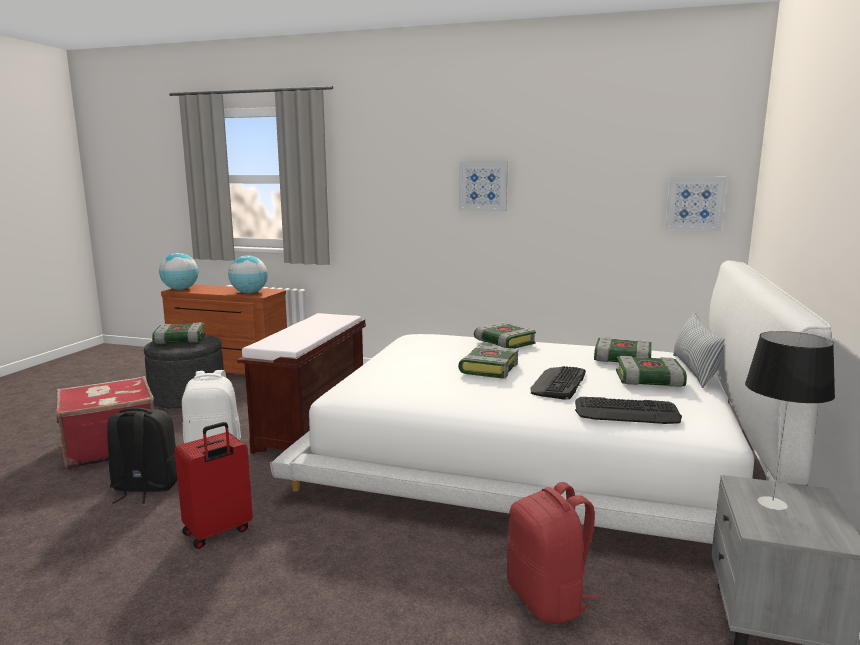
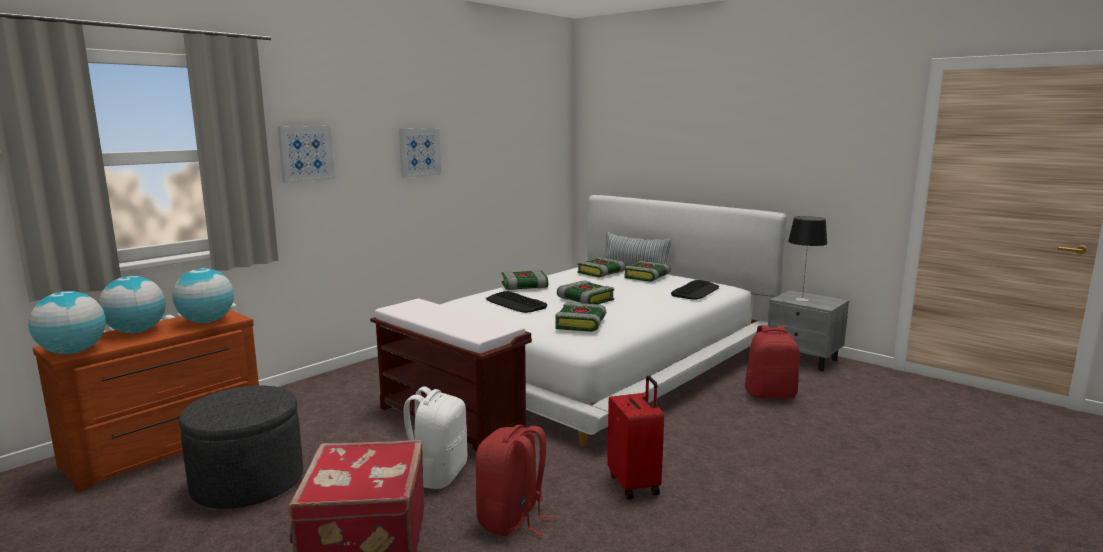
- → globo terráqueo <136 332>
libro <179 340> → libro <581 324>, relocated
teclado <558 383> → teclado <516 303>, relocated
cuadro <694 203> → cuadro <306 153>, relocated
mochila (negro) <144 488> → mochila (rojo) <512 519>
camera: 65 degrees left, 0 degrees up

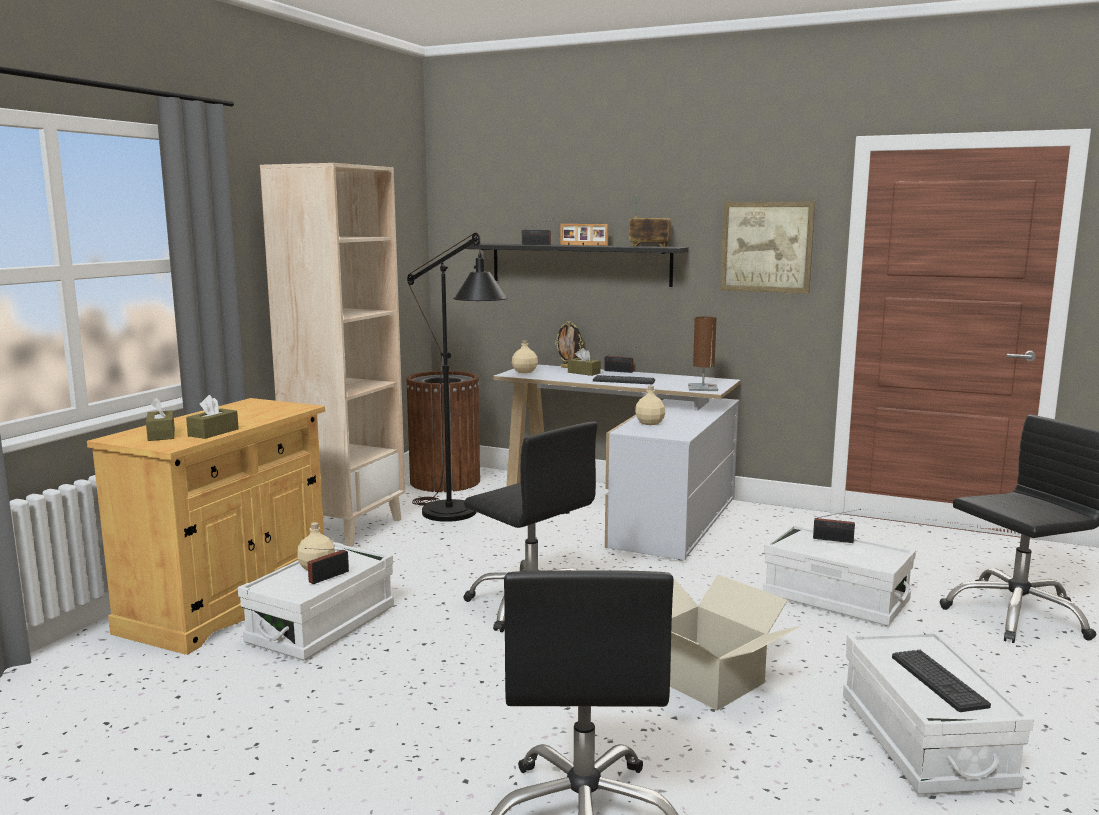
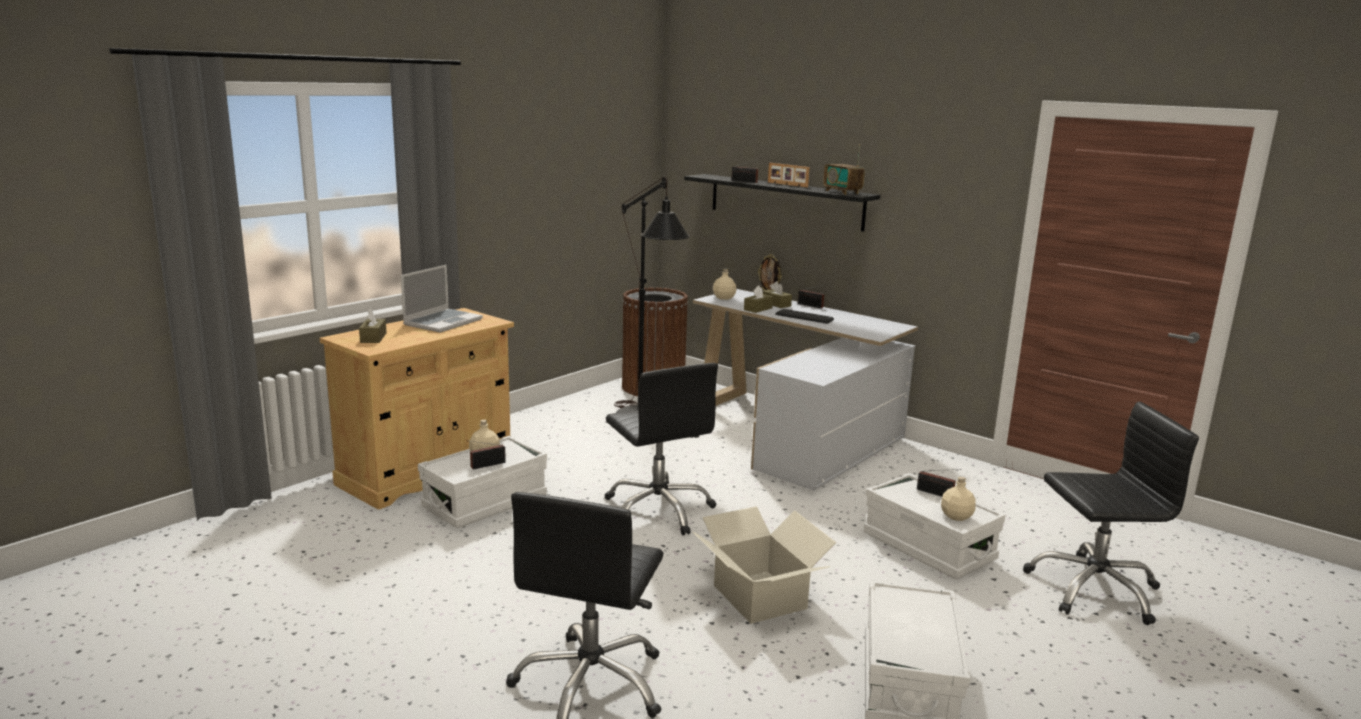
estantería (beis) <347 527> → -
lámpara de mesa (marrón) <702 388> → -
cuadro <766 247> → -
teclado <938 681> → -
- → portátil <443 322>
caja de pañuelos (marrón) <213 432> → caja de pañuelos (marrón) <758 309>, relocated
botella (beis) <650 423> → botella (beis) <957 516>, relocated
radio <649 246> → radio <842 192>, 150 degrees counterclockwise
camera: 15 degrees right, 5 degrees up

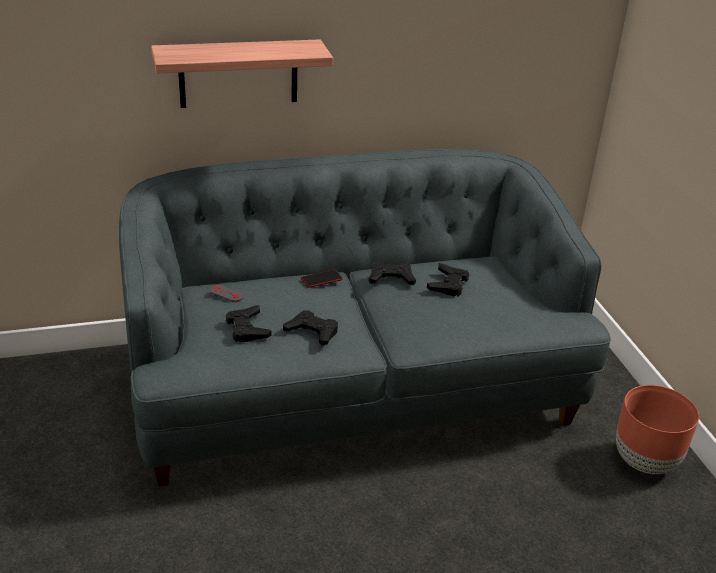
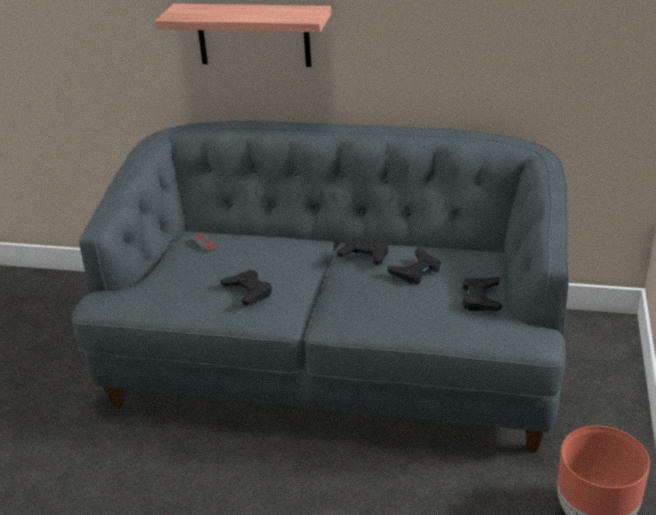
móvil <321 279> → -
mando de consola (negro) <247 329> → mando de consola (negro) <481 298>, relocated
camera: 30 degrees right, 0 degrees up

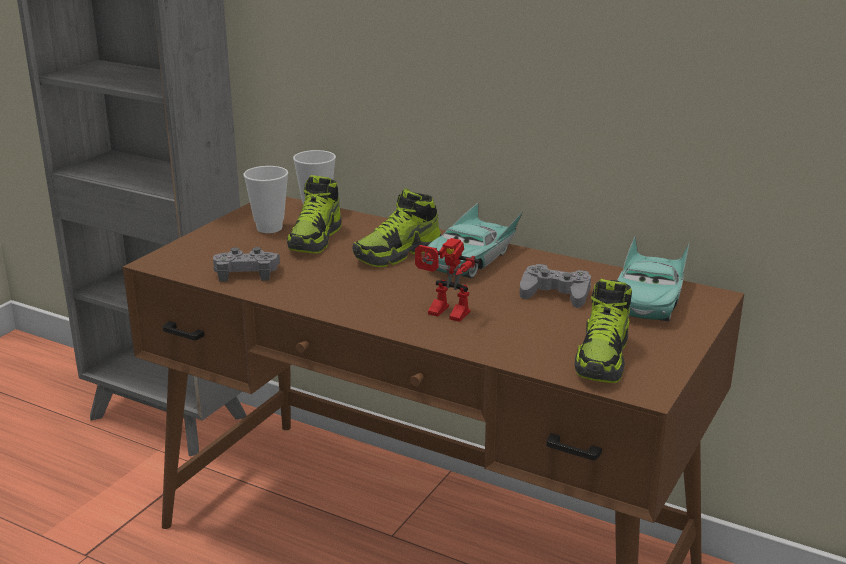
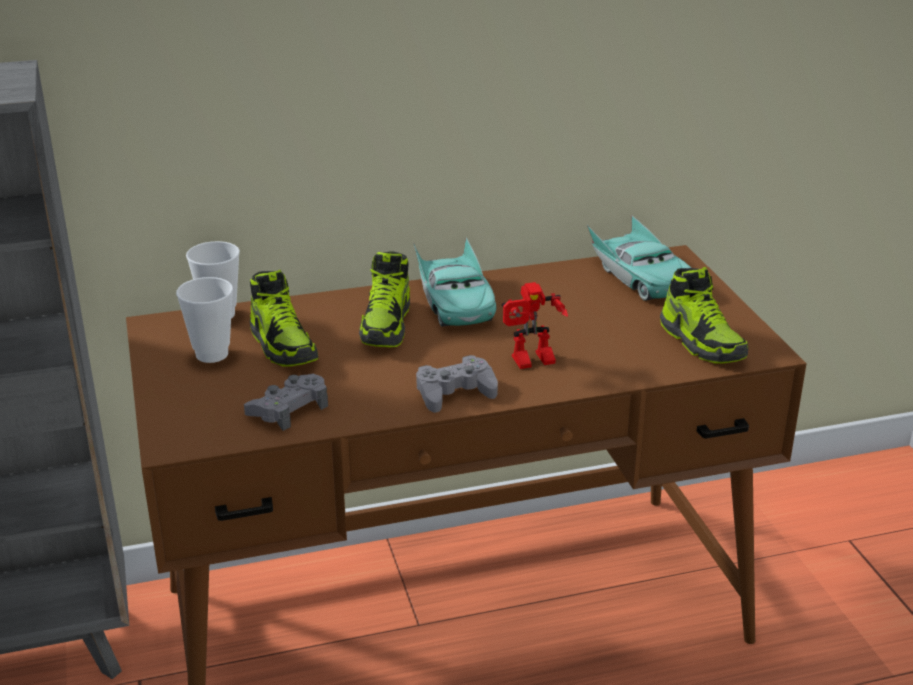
mando de consola (gris) <555 294> → mando de consola (gris) <455 392>, relocated
camera: 45 degrees left, 5 degrees up

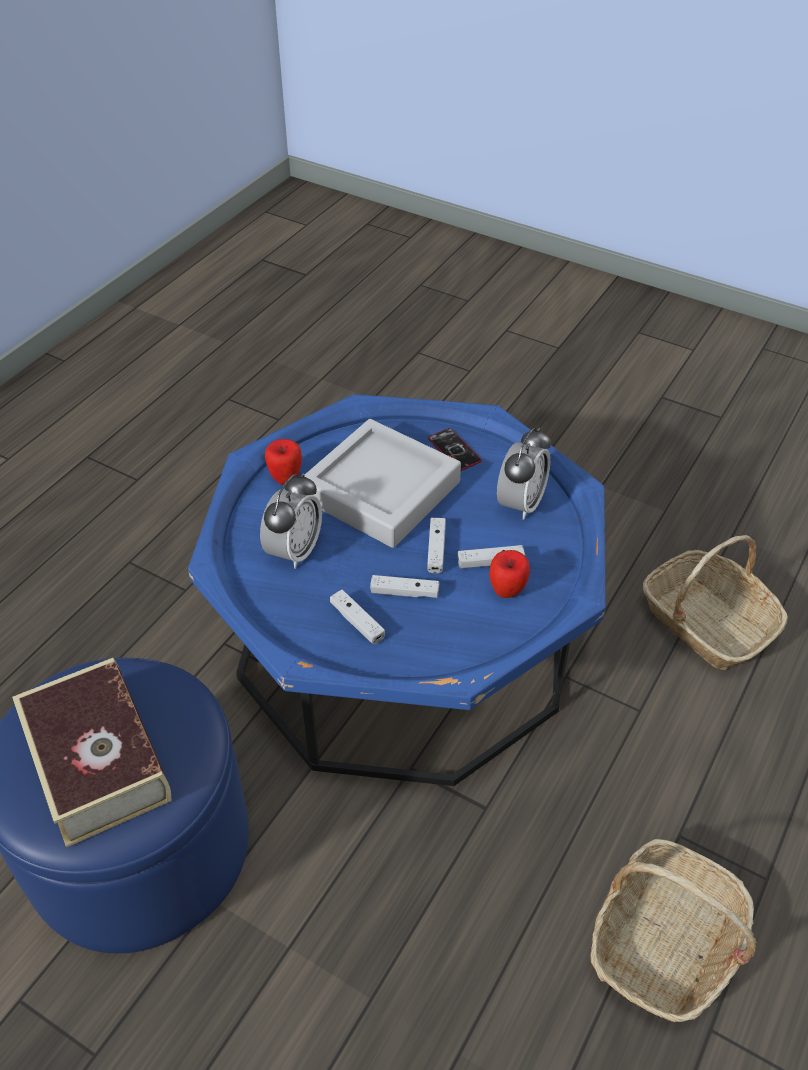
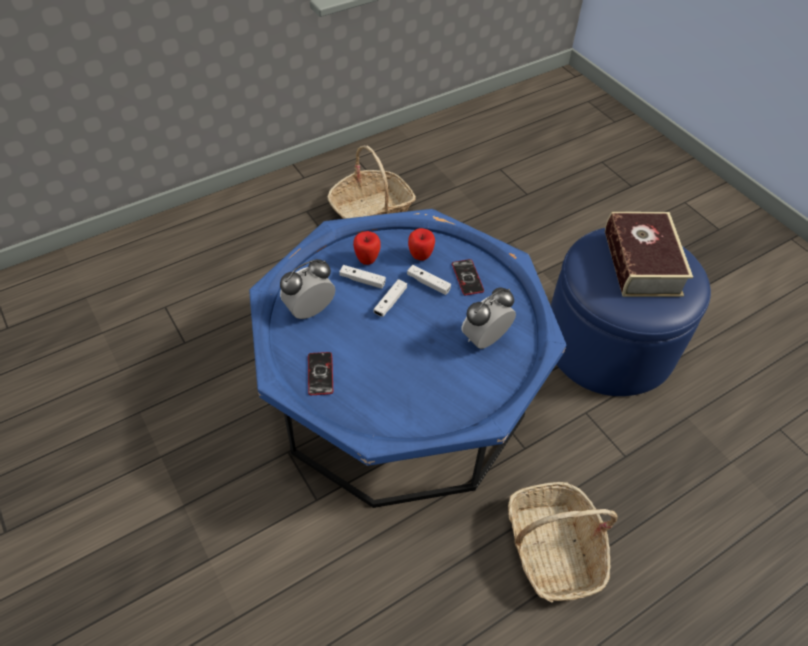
bandeja (gris) <381 491> → -
manzana <285 478> → manzana <420 257>, relocated
cesta <706 622> → cesta <553 548>, relocated
mando de consola (blanco) <357 622> → móvil <467 278>
camera: 155 degrees left, 5 degrees up

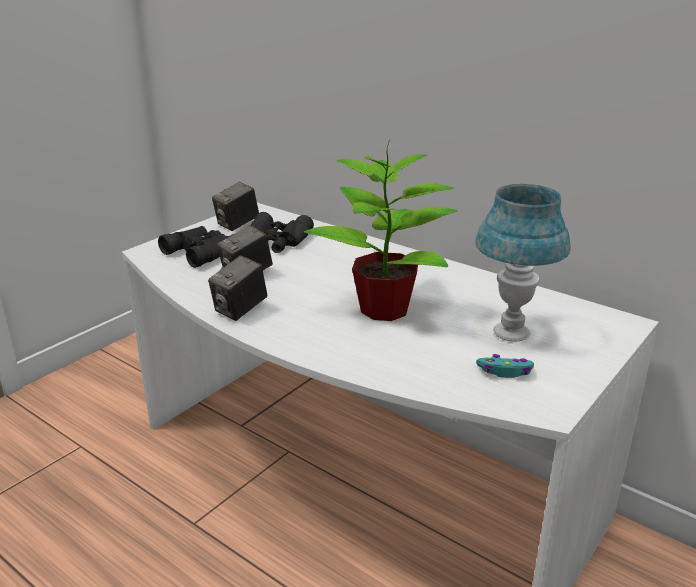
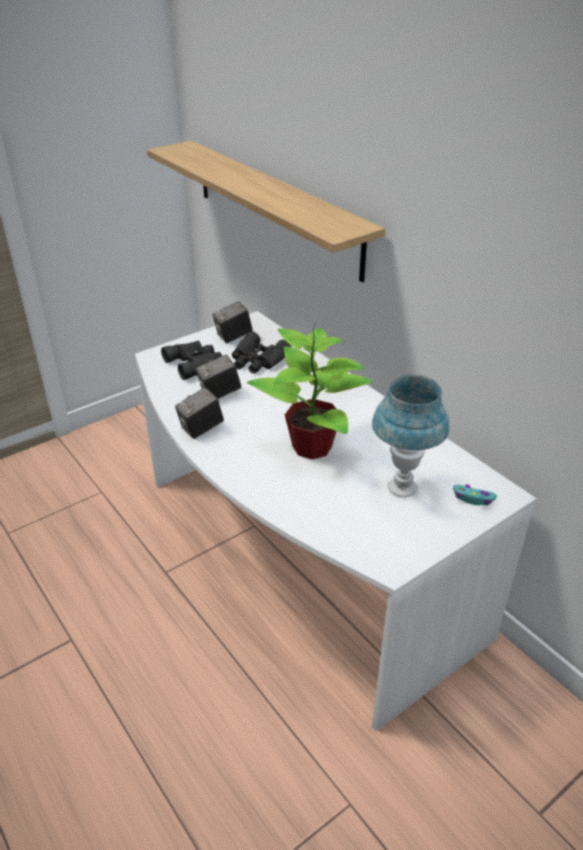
- → estante <275 206>
mando de consola (turquesa) <505 372> → mando de consola (turquesa) <473 498>, relocated
camera: 15 degrees right, 10 degrees up

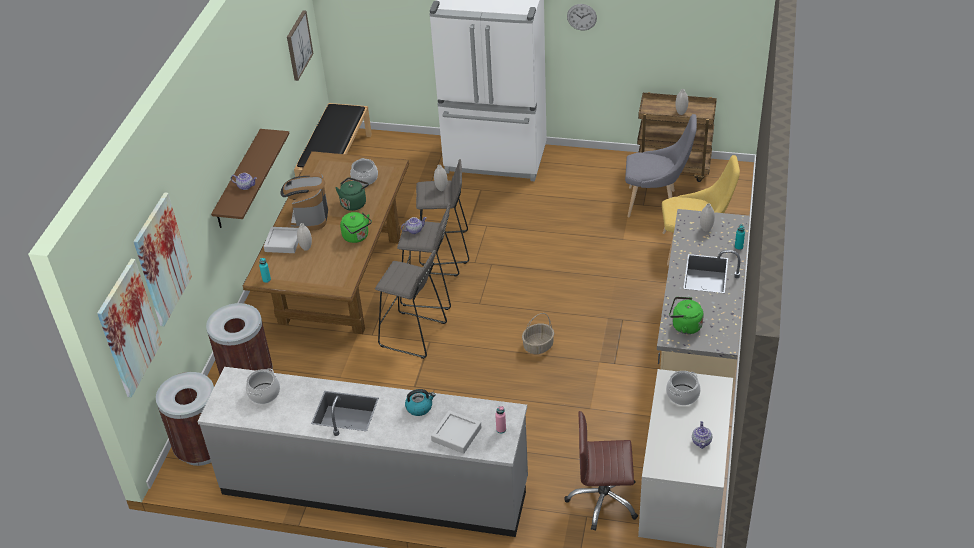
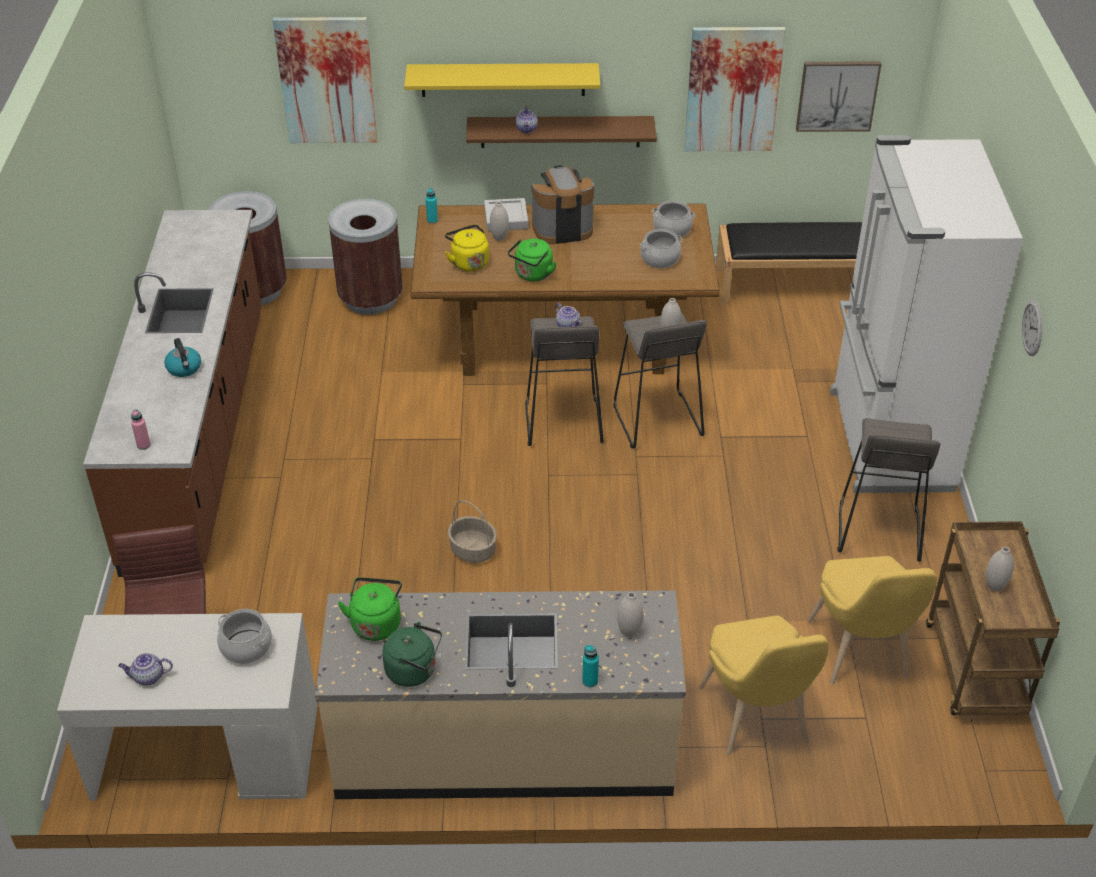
bandeja (gris) <456 434> → -
- → estante (amarillo) <503 79>
- → hervidor (amarillo) <468 262>
cuadro <129 328> → cuadro <733 89>, relocated
olla <264 393> → olla <672 229>, relocated
hervidor (verde) <354 203> → hervidor (verde) <414 671>, relocated
taburete (gris) <413 335> → taburete (gris) <878 531>, relocated
mueble bajo de cocina (gris) <374 487> → mueble bajo de cocina (marrón) <200 436>
silla (gris) <655 203> → silla (amarillo) <861 655>
camera: 75 degrees right, 0 degrees up

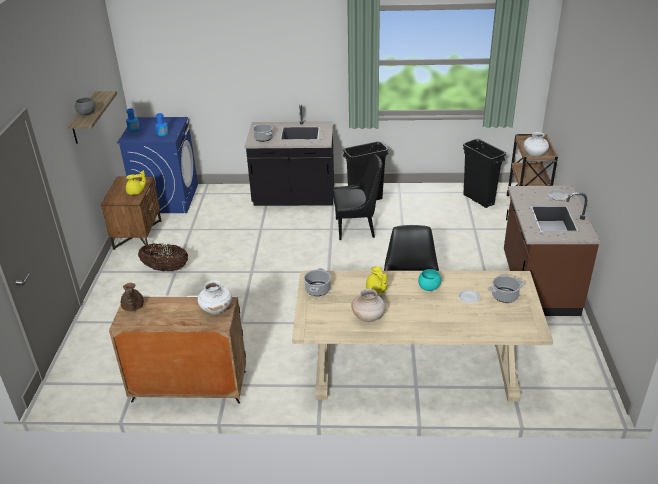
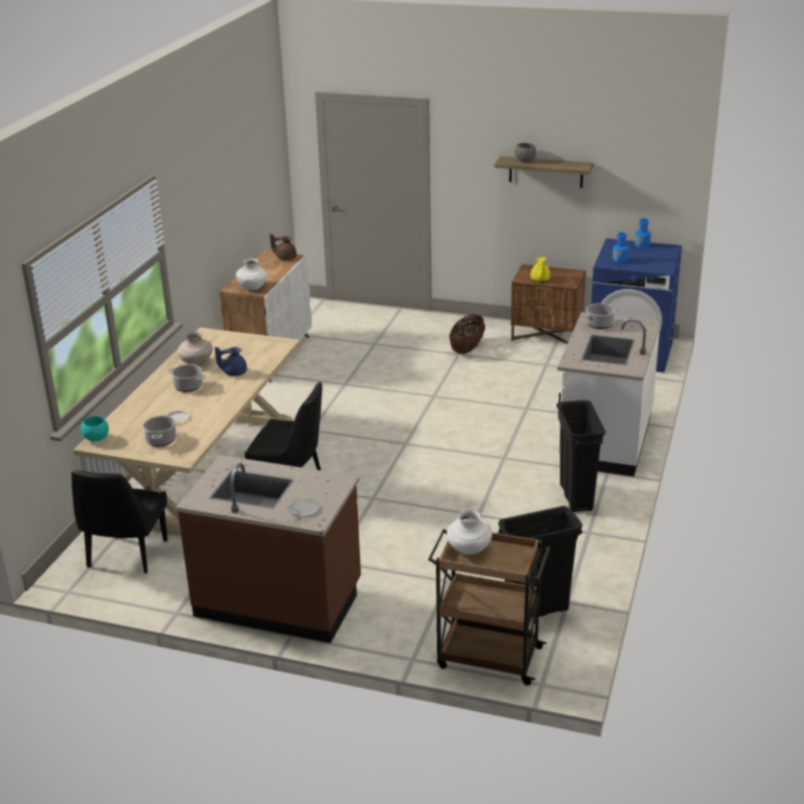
olla <317 289> → olla <188 386>, relocated
silla (negro) <357 228> → silla (negro) <126 555>, relocated
cuenco (turquesa) <429 288> → cuenco (turquesa) <96 439>, relocated
mueble bajo de cocina (negro) <294 197> → mueble bajo de cocina (blanco) <604 439>
tetera (amarillo) <377 290> → tetera (azul) <233 372>
camera: 105 degrees right, 5 degrees down

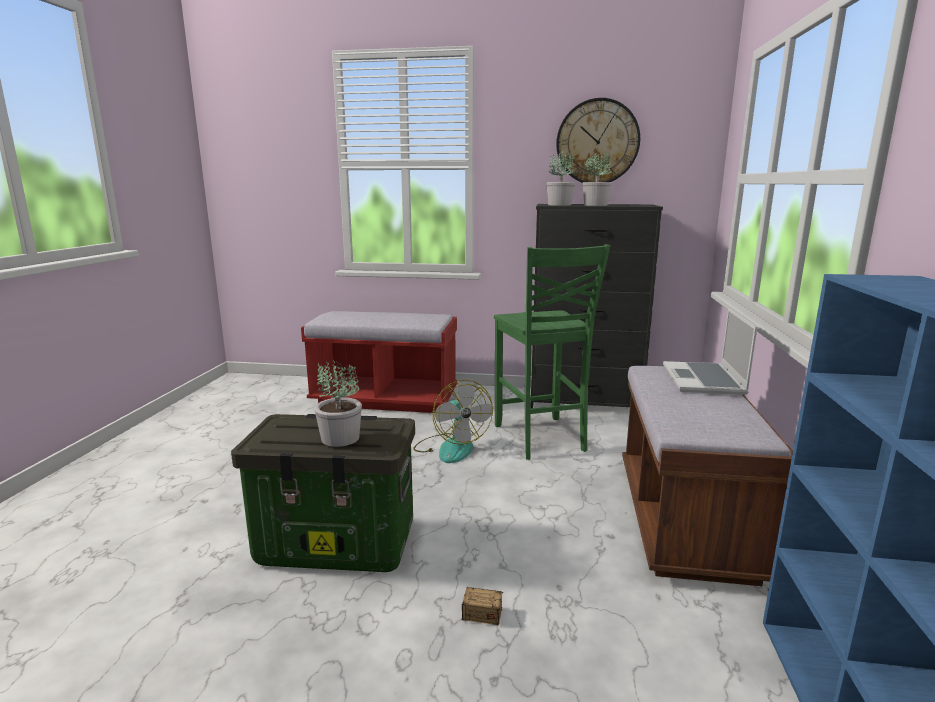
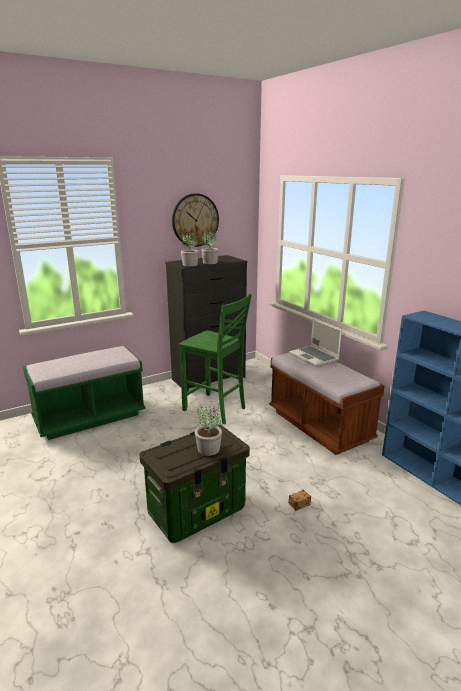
ventilador <451 447> → -
banco (rojo) <385 399> → banco (verde) <90 417>
camera: 40 degrees left, 5 degrees up

